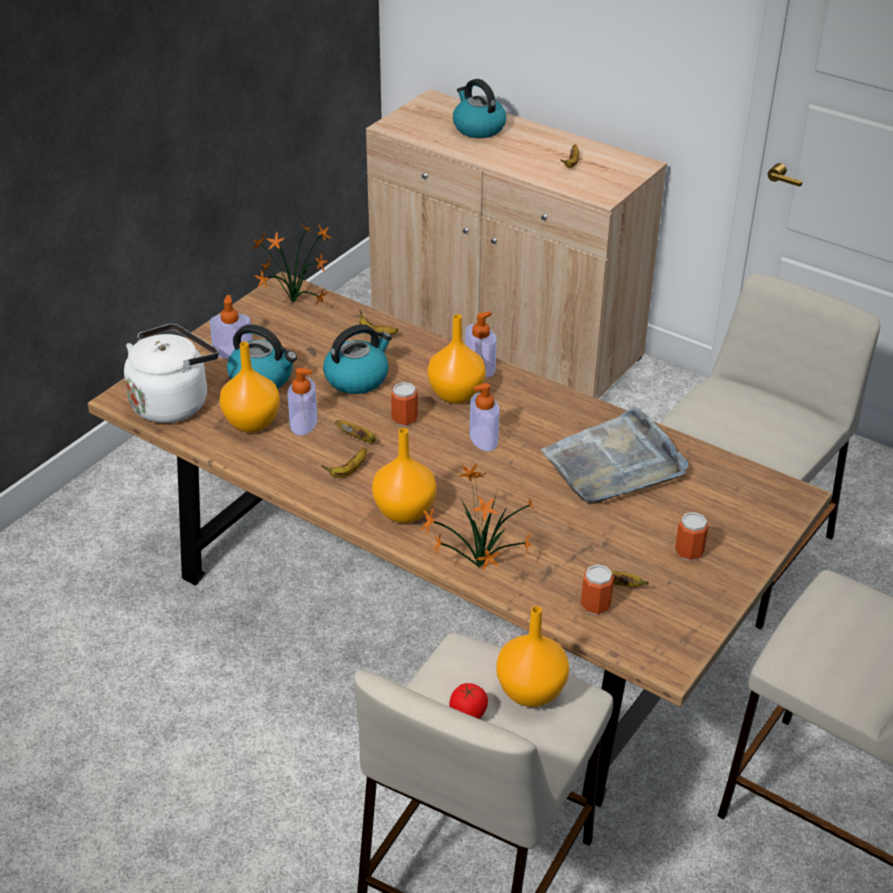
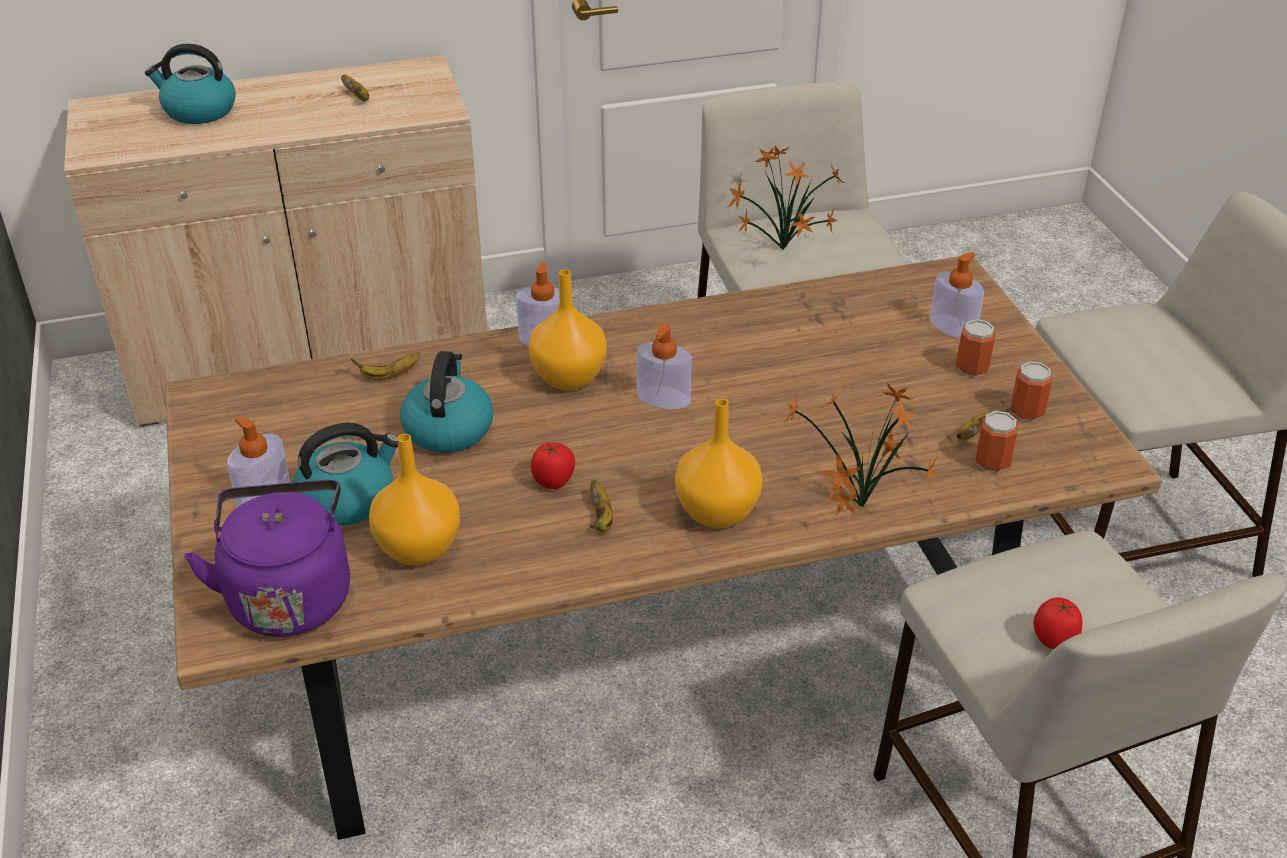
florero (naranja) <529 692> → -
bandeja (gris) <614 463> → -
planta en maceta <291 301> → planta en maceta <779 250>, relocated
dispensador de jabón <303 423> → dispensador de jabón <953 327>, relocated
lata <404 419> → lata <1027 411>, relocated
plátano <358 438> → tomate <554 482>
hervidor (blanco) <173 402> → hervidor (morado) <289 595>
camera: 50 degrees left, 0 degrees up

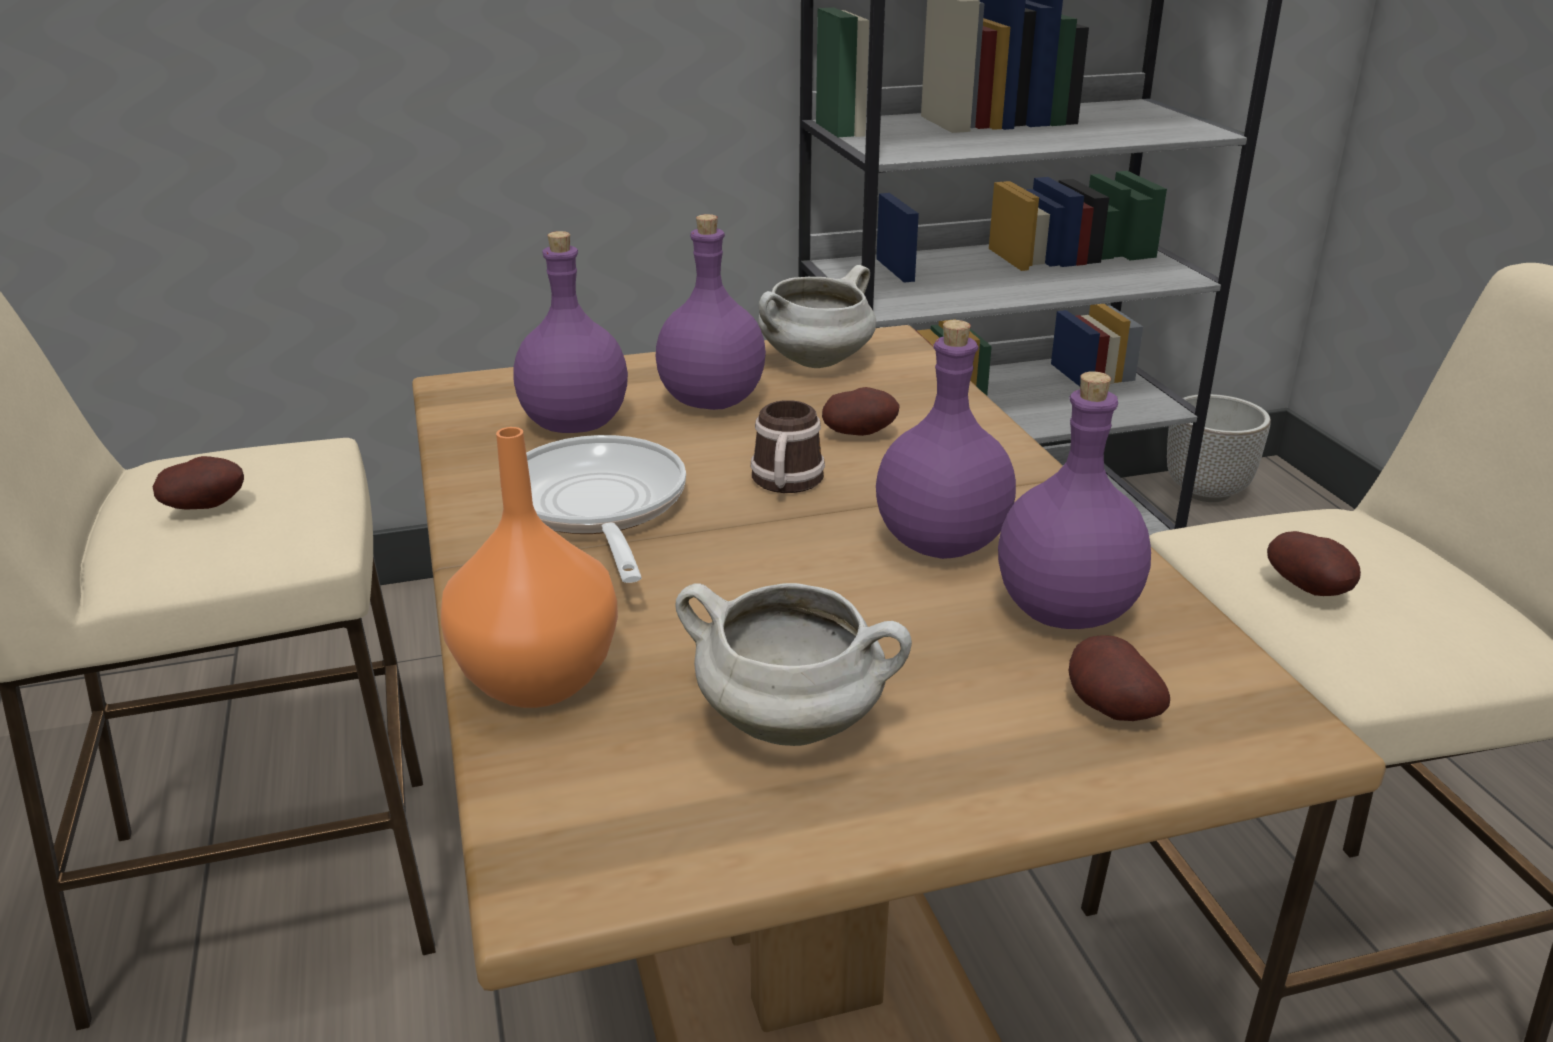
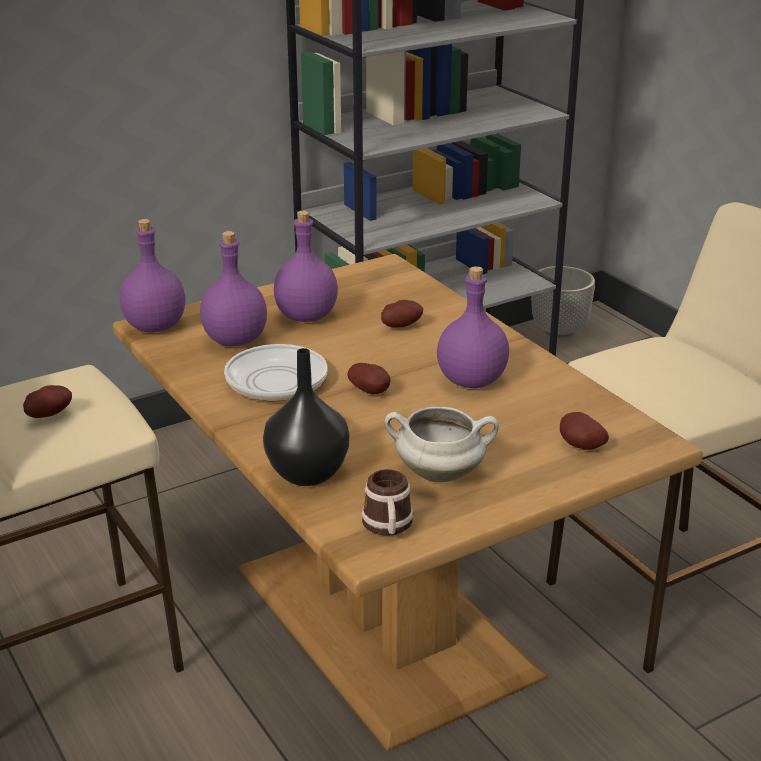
olla (blanco) <815 363> → -
taza grande <785 483> → taza grande <388 526>, relocated
botella (morado) <1062 611> → botella (morado) <154 326>, relocated
patata <1311 591> → patata <371 392>, relocated
florero (naranja) <536 678> → florero (negro) <306 473>
camera: 15 degrees left, 0 degrees up

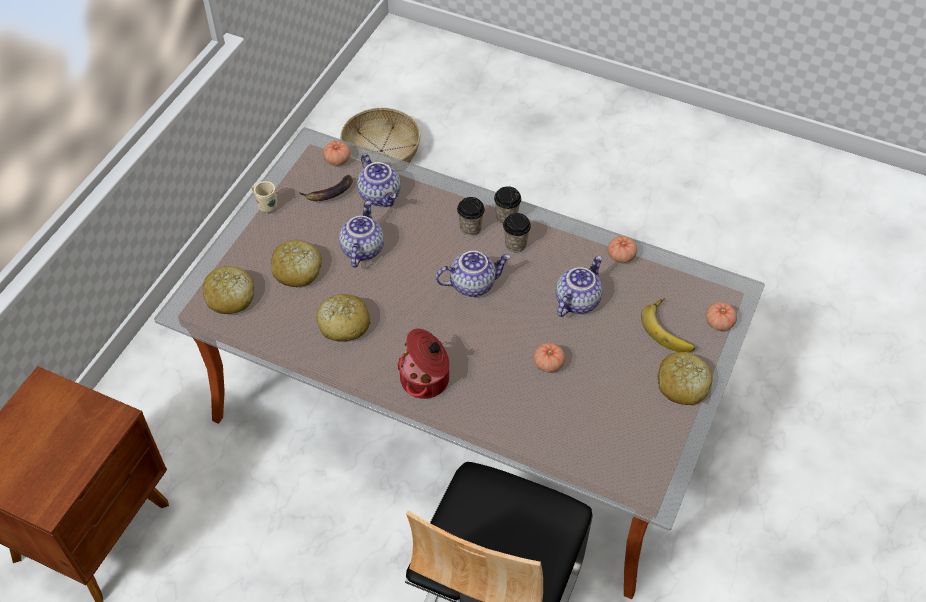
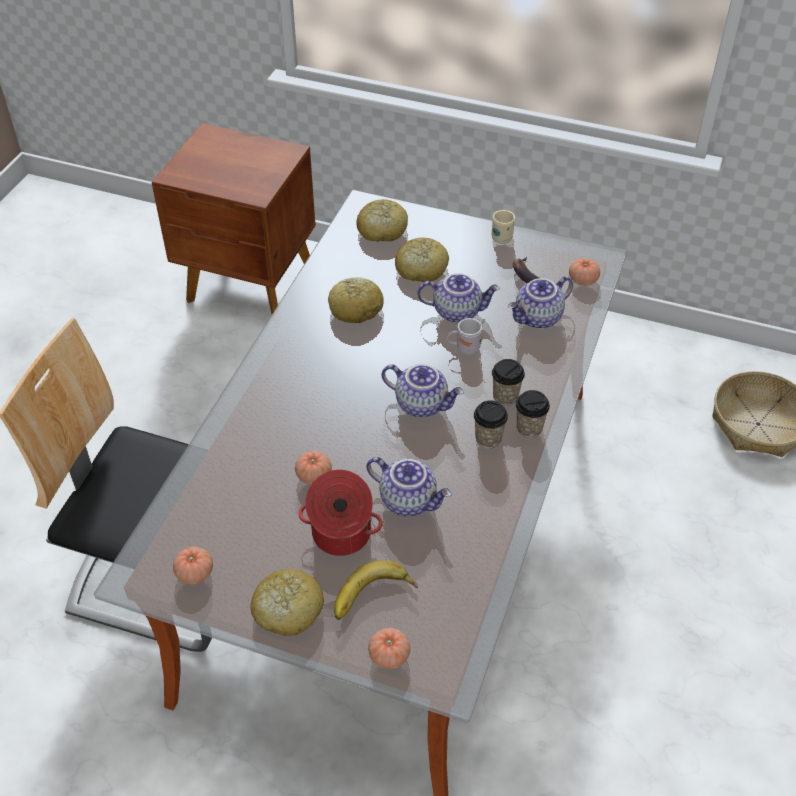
- → taza grande (blanco) <464 349>
olla <426 380> → olla <341 535>, relocated
tomate <621 256> → tomate <195 573>, relocated
tetera <472 283> → tetera <422 404>, 45 degrees counterclockwise
camera: 85 degrees right, 5 degrees down

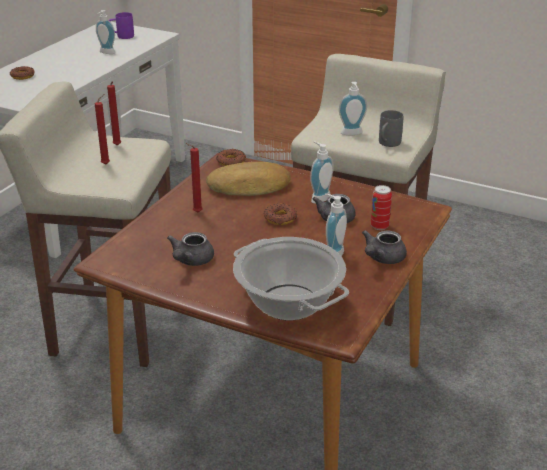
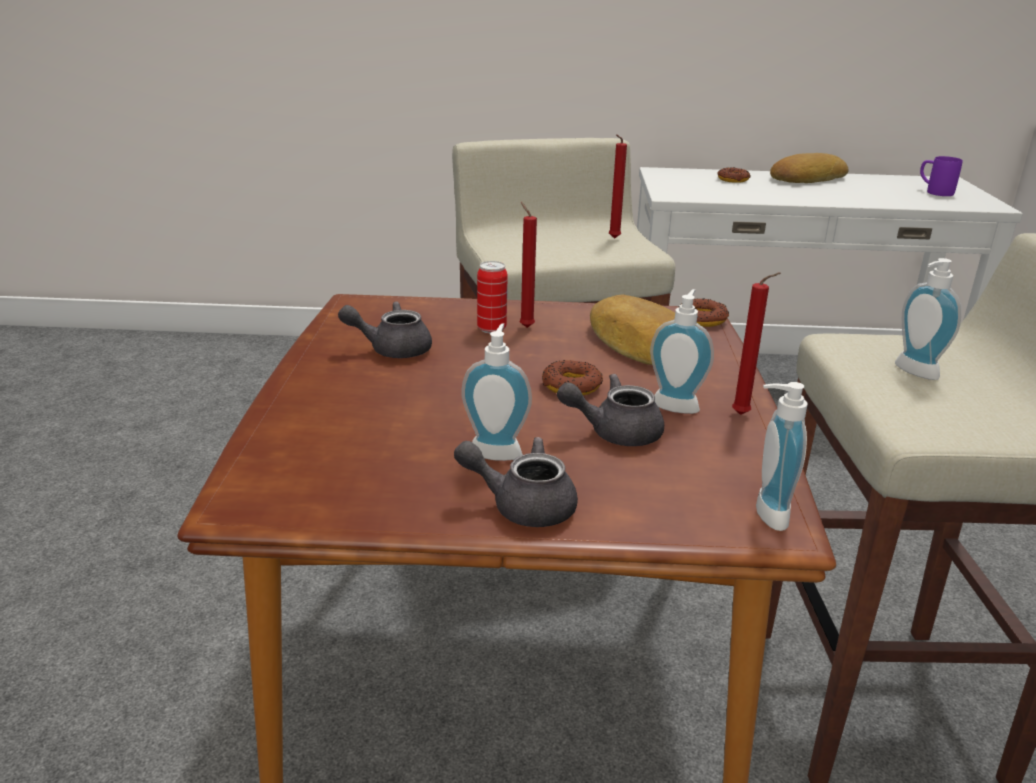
olla <288 302> → -
taza grande (gris) <387 144> → -
- → pan <806 178>
vela (rojo) <107 164> → vela (rojo) <743 415>, relocated
dispensador de jabón <106 53> → dispensador de jabón <765 514>, relocated
lata <379 226> → lata <491 329>, relocated
camera: 65 degrees right, 5 degrees down

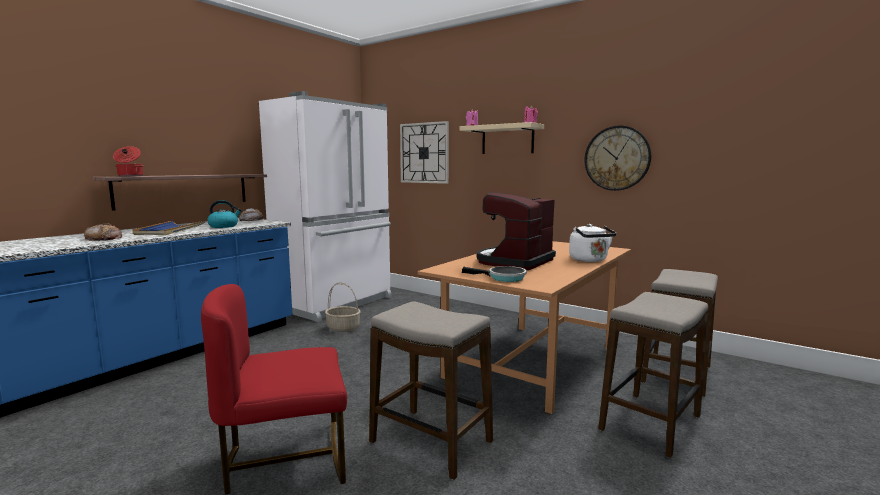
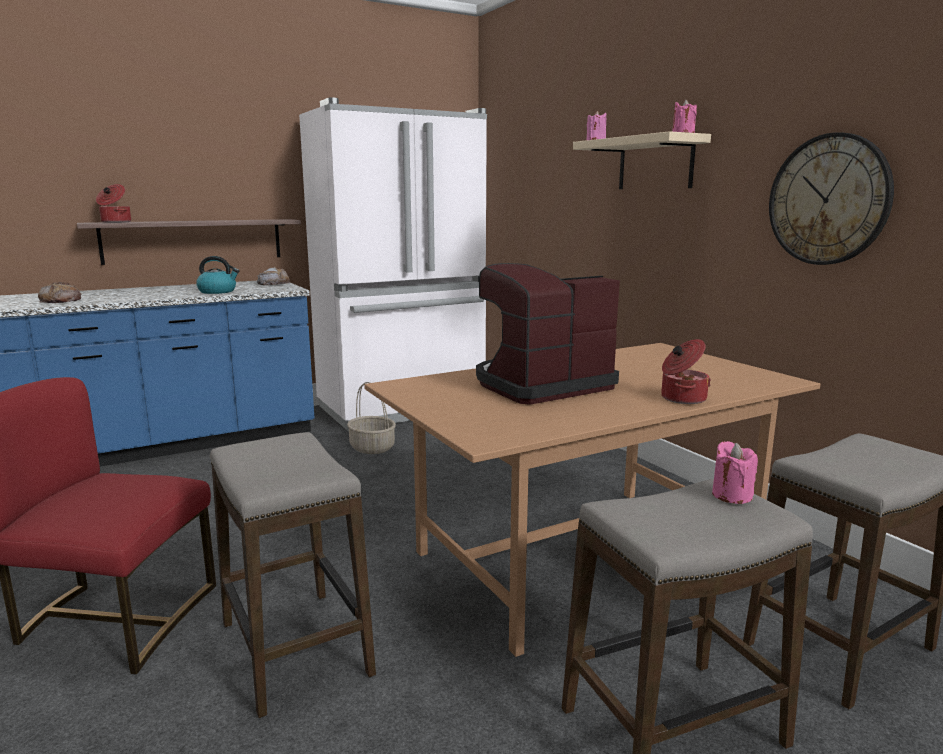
bandeja (azul) <170 230> → -
reloj de pared <424 153> → -
sartén <503 278> → -
- → vela (rosa) <732 495>
hervidor (blanco) <590 260> → olla <682 398>
camera: 25 degrees right, 5 degrees up

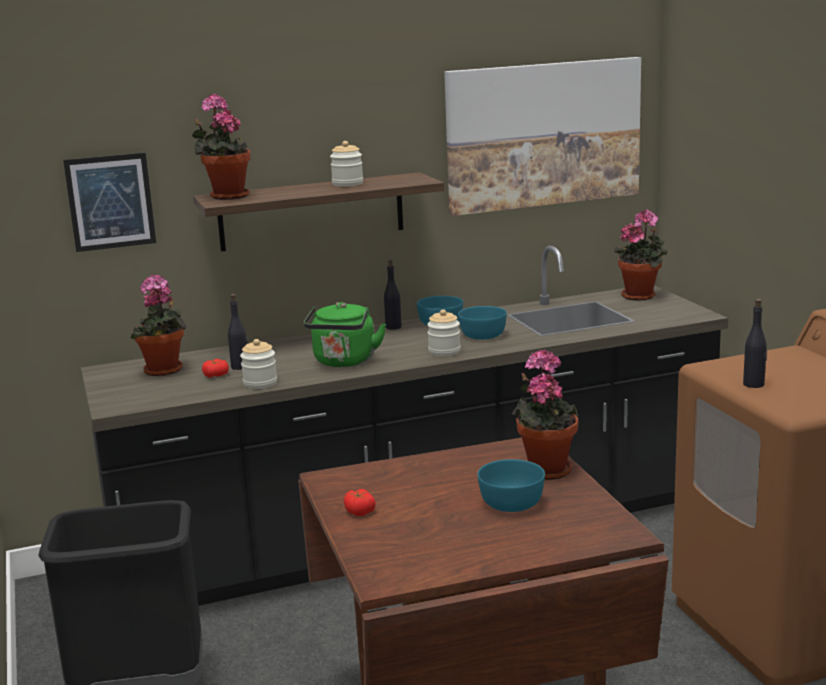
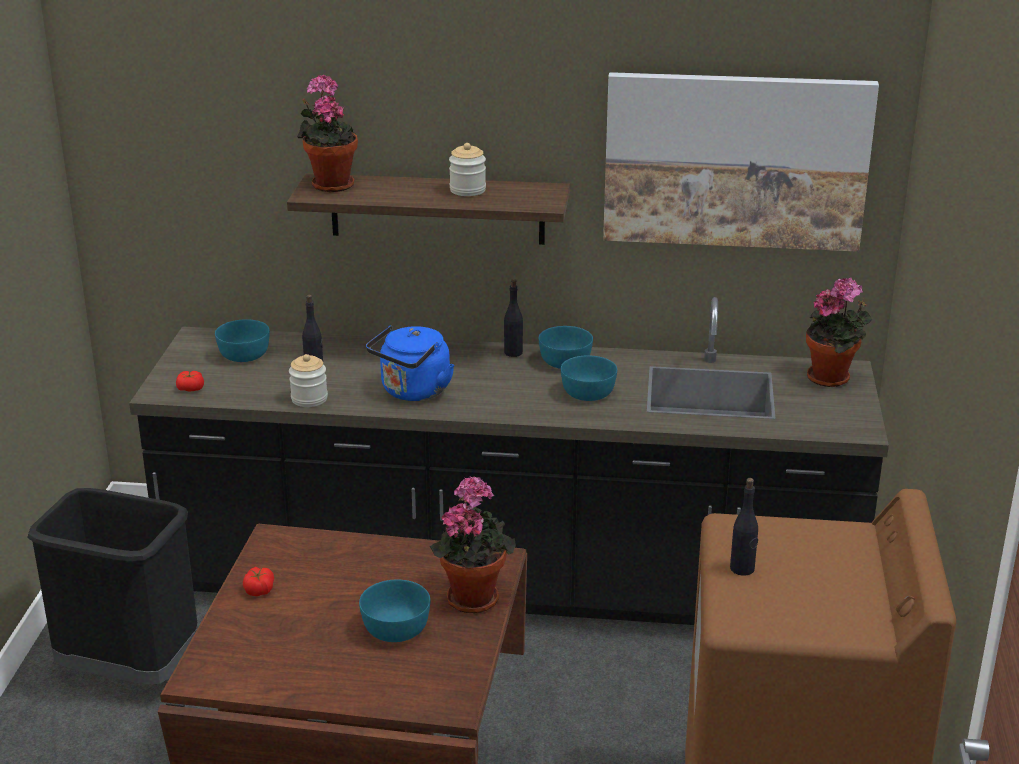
cuadro <110 202> → -
tarro <444 351> → -
tomate <216 375> → tomate <190 388>, relocated
planta en maceta <164 371> → cuenco (turquesa) <244 355>
hervidor (verde) <344 362> → hervidor (azul) <413 392>
camera: 25 degrees right, 10 degrees up

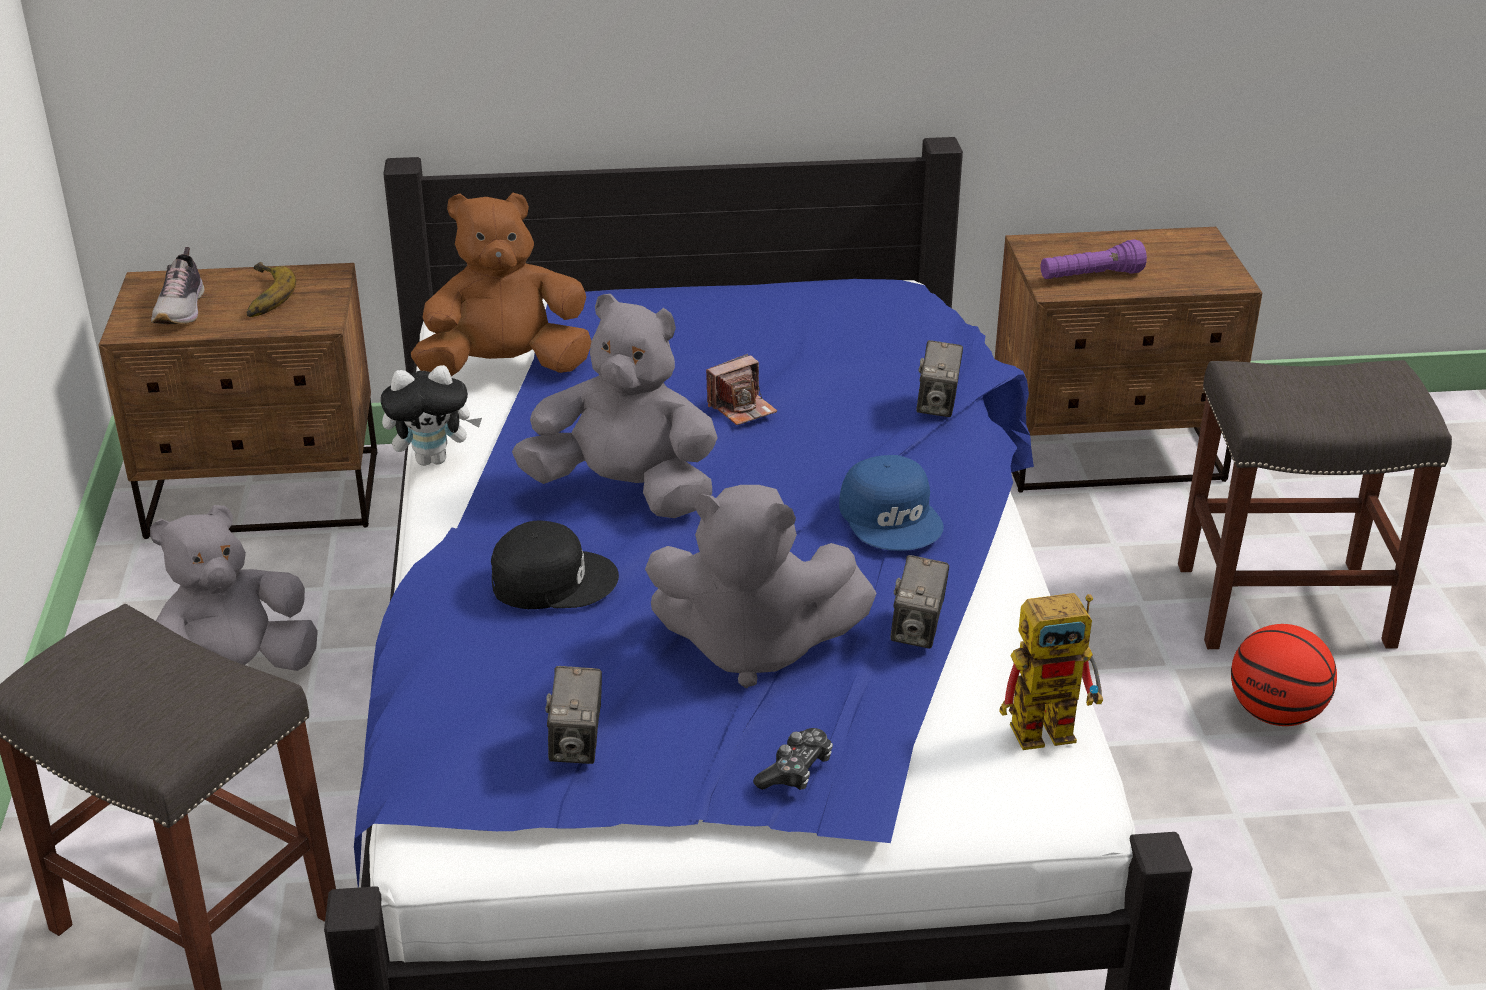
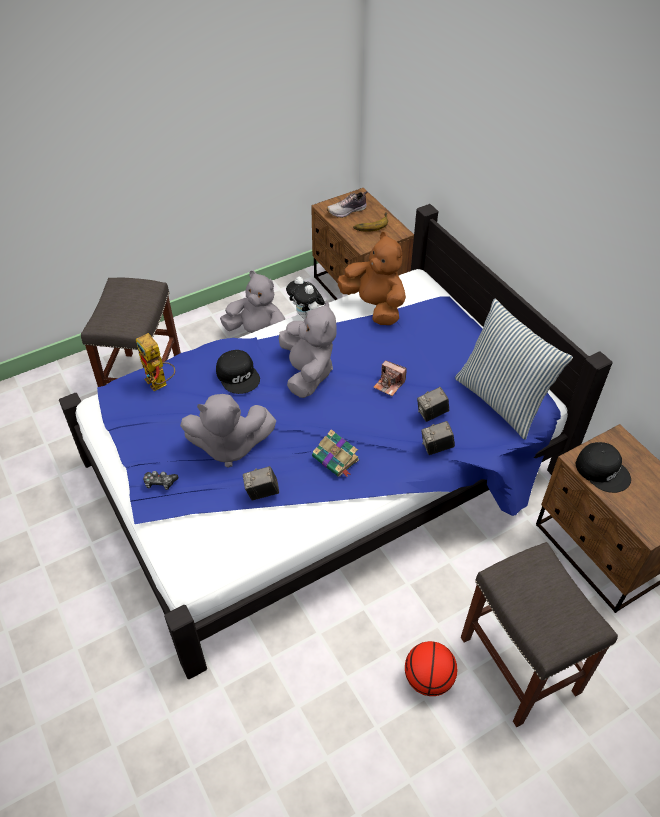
- → cojín <501 400>
cámara <577 744> → cámara <432 414>, relocated
robot de juguete <1054 727> → robot de juguete <160 384>, relocated
gorra (azul) <892 516> → libro <336 459>
linterna (morado) <1090 277> → gorra (negro) <602 470>
peluche (gris) <753 647> → peluche (gris) <229 446>, 75 degrees counterclockwise
camera: 65 degrees right, 15 degrees up

